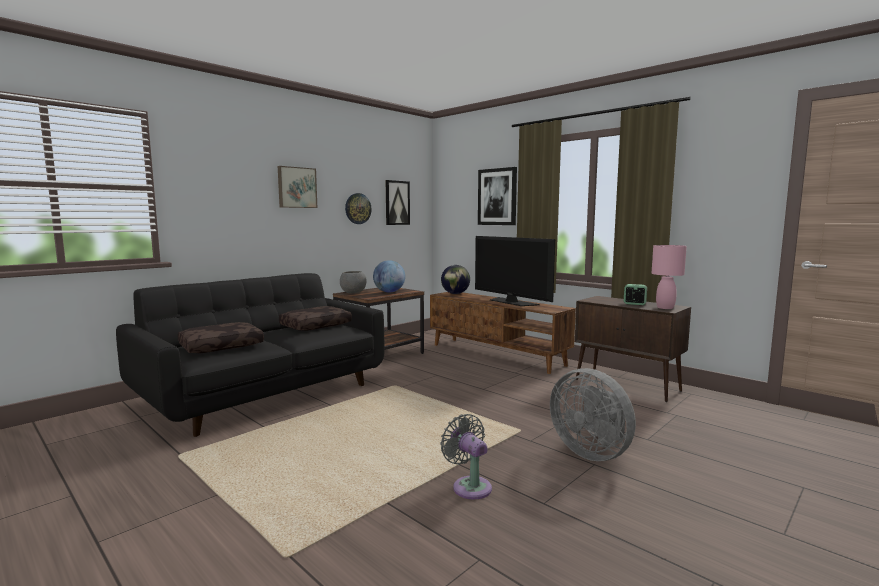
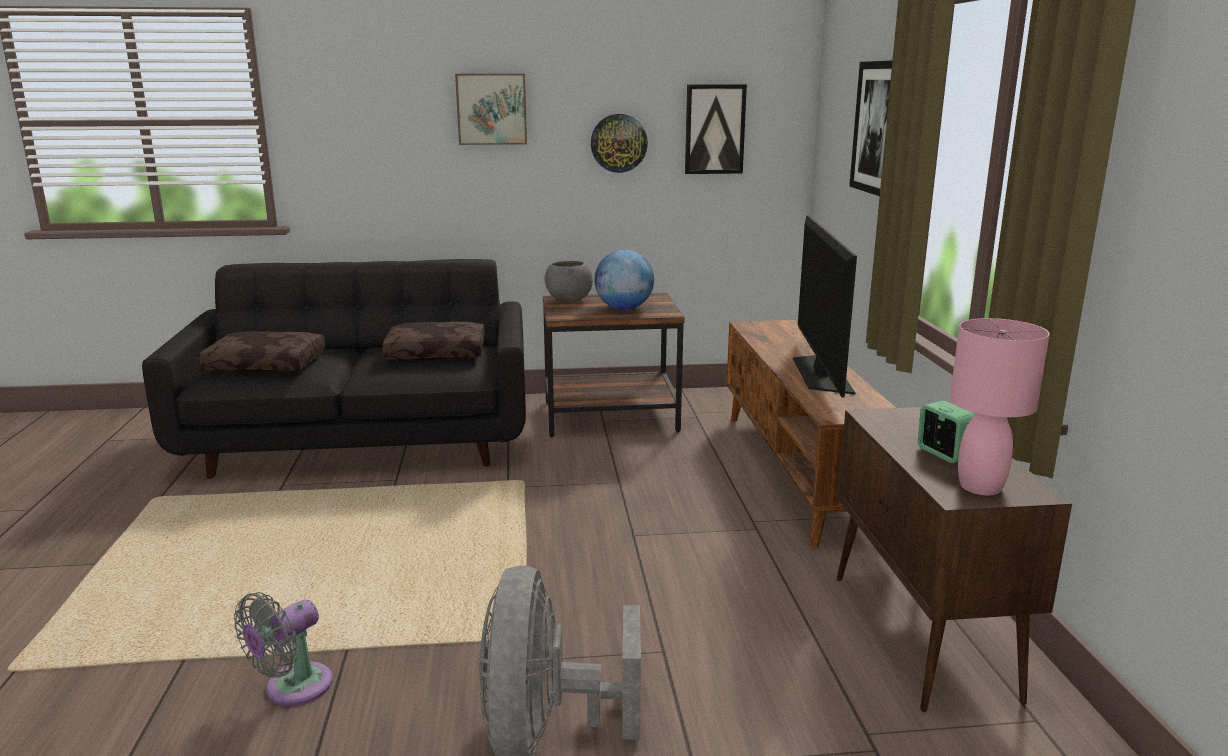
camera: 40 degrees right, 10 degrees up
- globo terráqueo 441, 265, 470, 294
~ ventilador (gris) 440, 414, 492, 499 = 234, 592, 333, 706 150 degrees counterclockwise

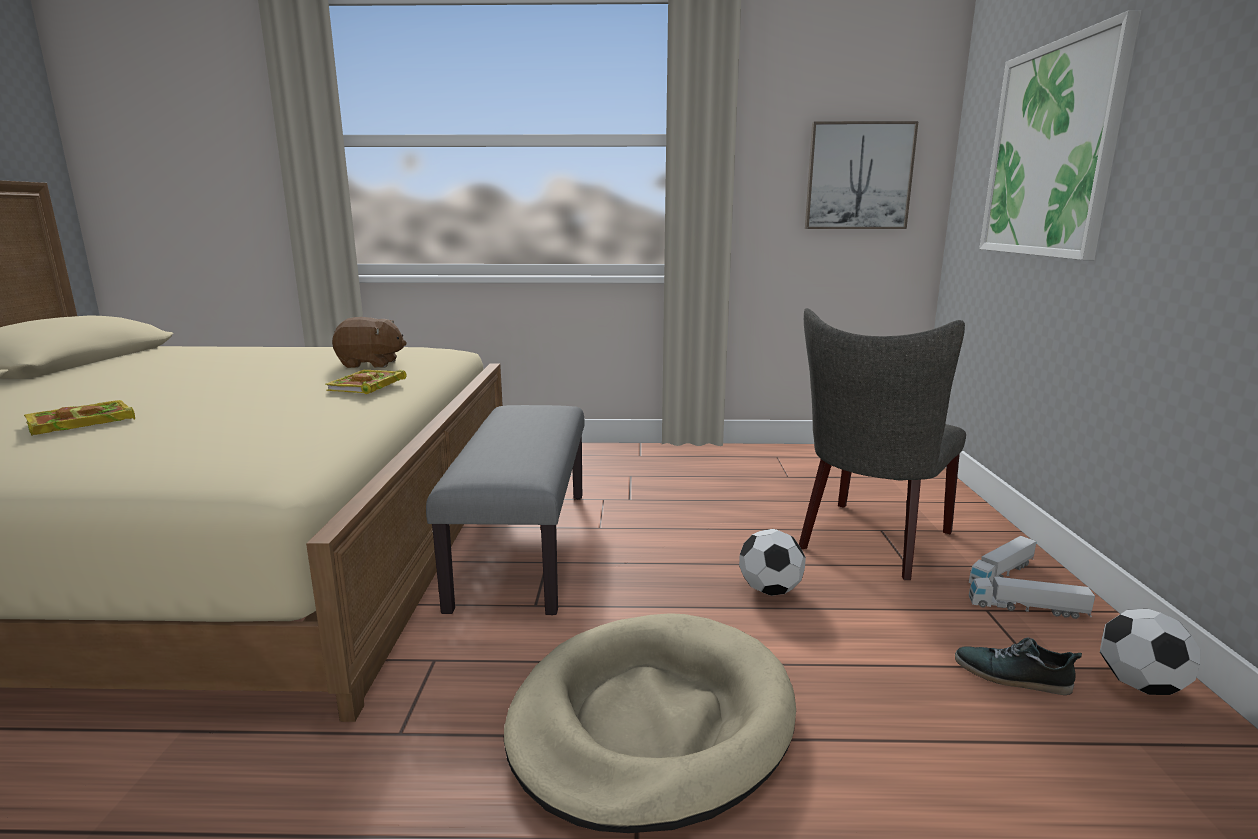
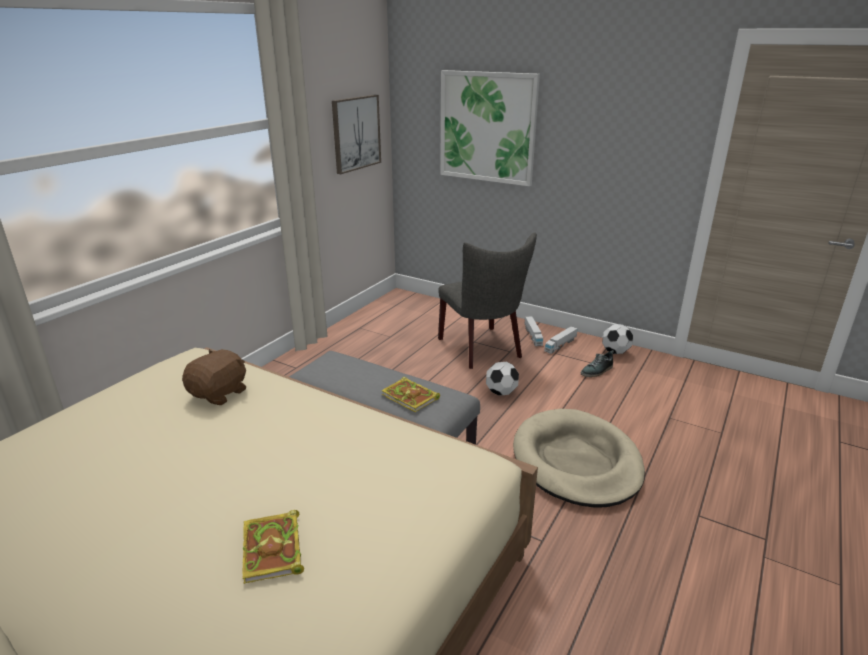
camera: 60 degrees left, 10 degrees up
~ libro 326, 370, 407, 394 to 382, 377, 440, 412

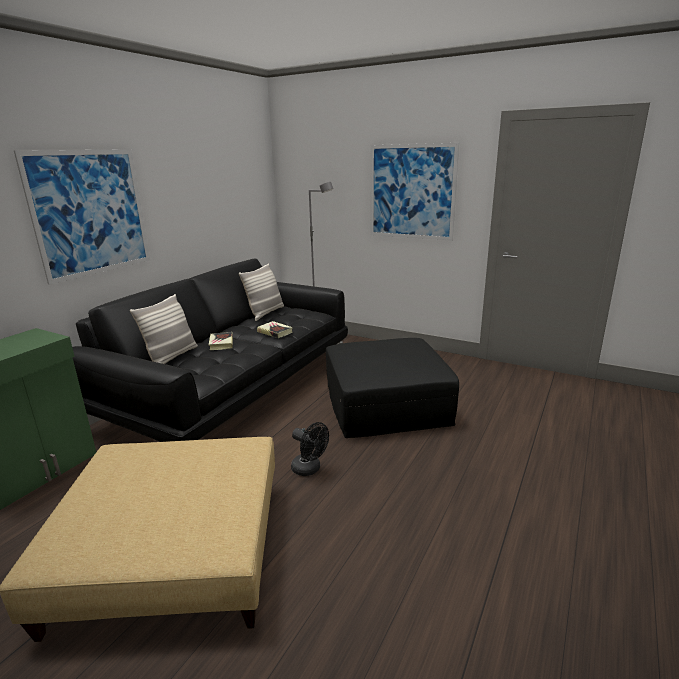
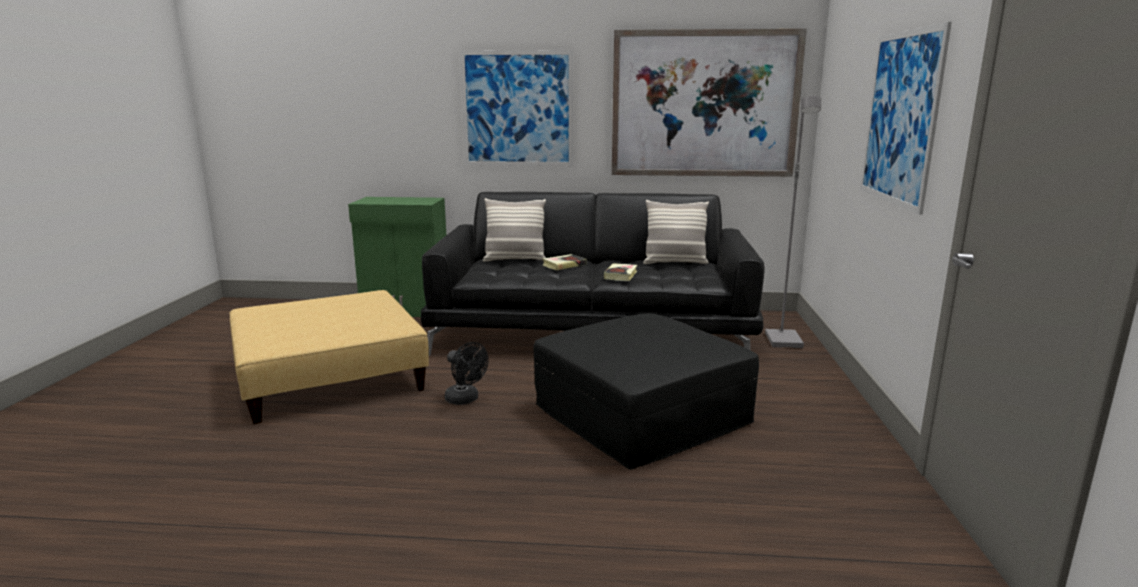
camera: 65 degrees right, 5 degrees down
~ ventilador (negro) 291, 422, 329, 476 = 445, 342, 489, 405 60 degrees counterclockwise
+ cuadro 612, 29, 807, 177

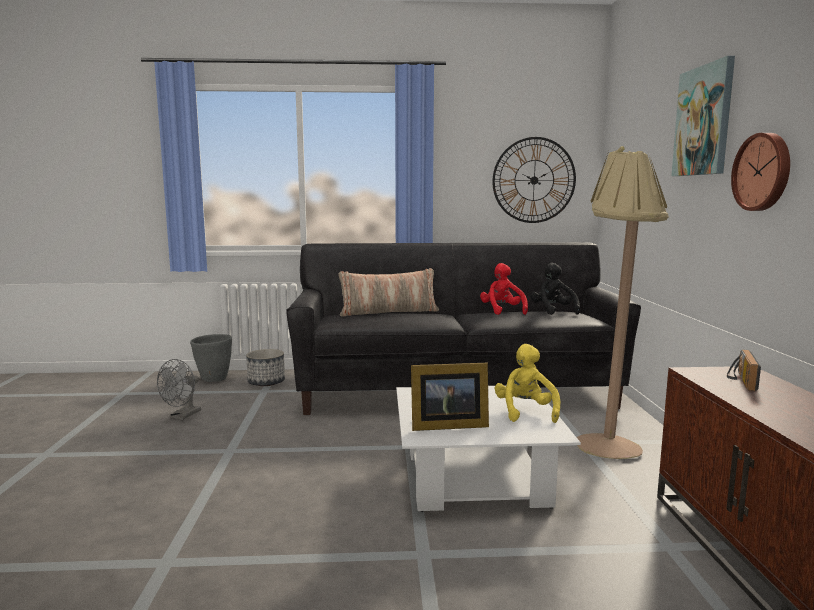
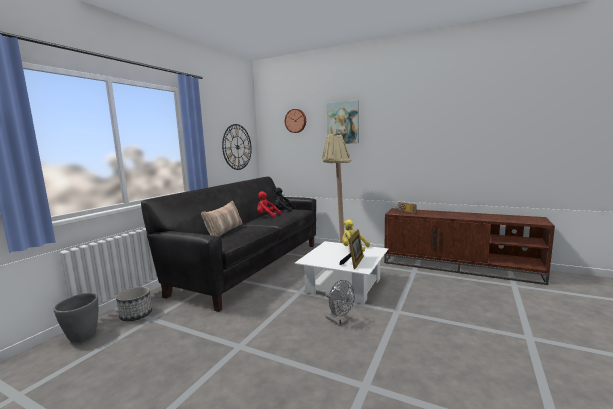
camera: 60 degrees left, 0 degrees up
~ reloj de pared 731, 133, 790, 211 to 285, 109, 306, 133
~ ventilador (gris) 157, 359, 201, 420 to 325, 280, 355, 326

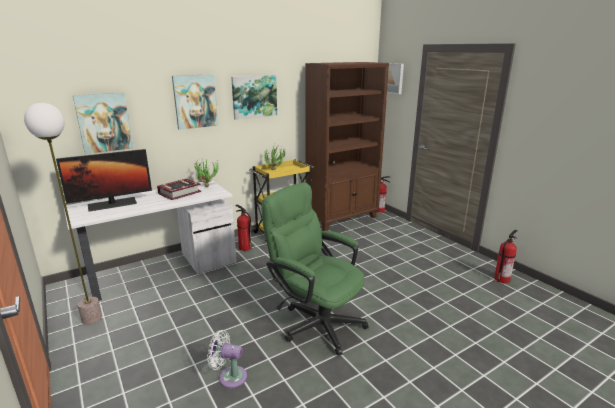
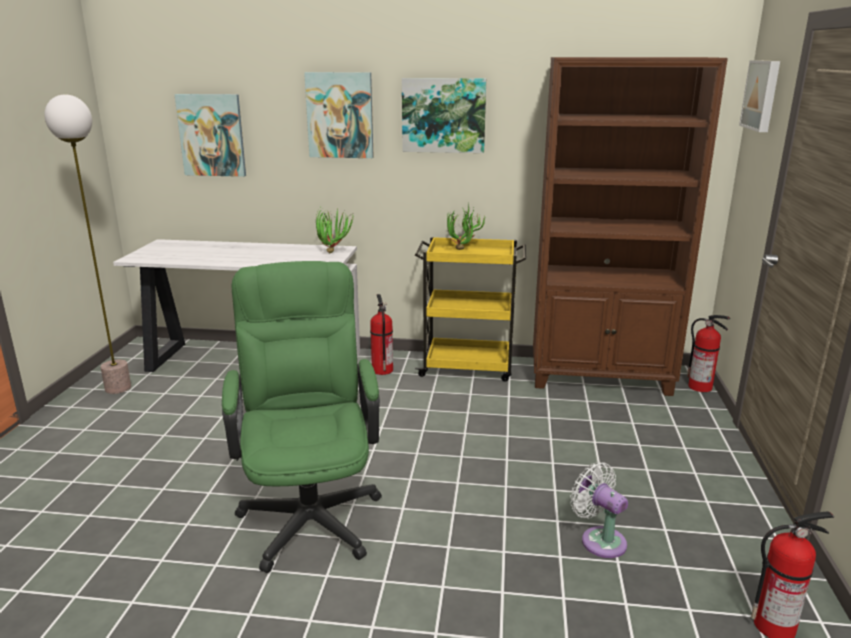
camera: 40 degrees right, 0 degrees up
- monitor 56, 149, 152, 212
- libro 157, 179, 201, 200
~ ventilador (blanco) 207, 330, 247, 389 to 570, 462, 628, 558

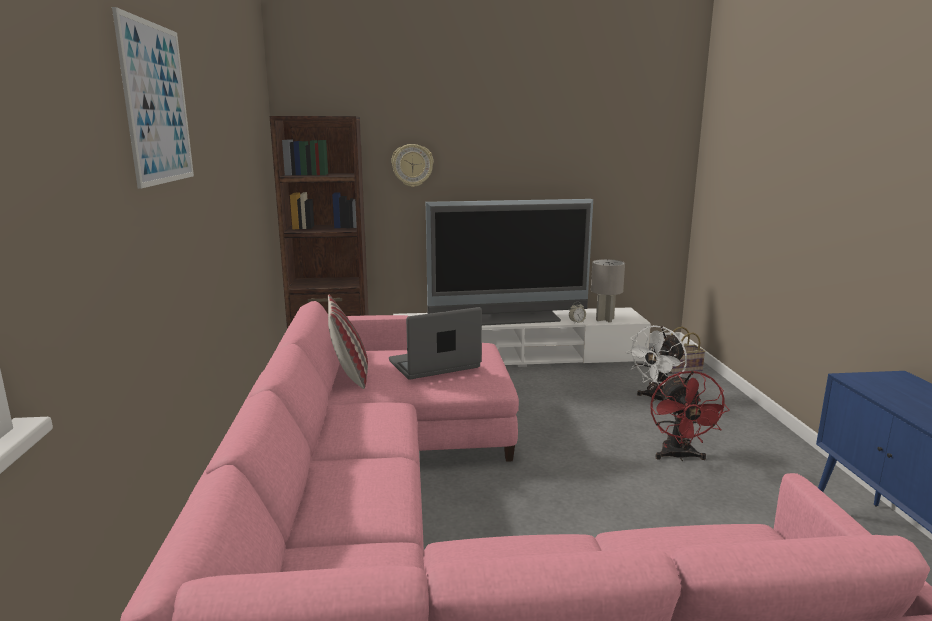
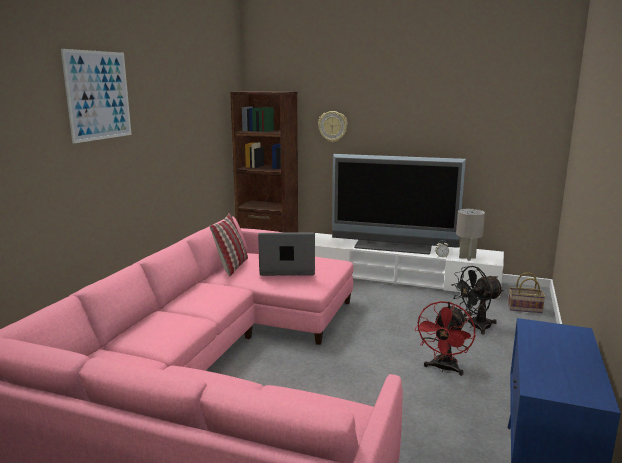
camera: 25 degrees right, 0 degrees up
~ ventilador (blanco) 626, 325, 687, 402 to ventilador (negro) 452, 266, 504, 335

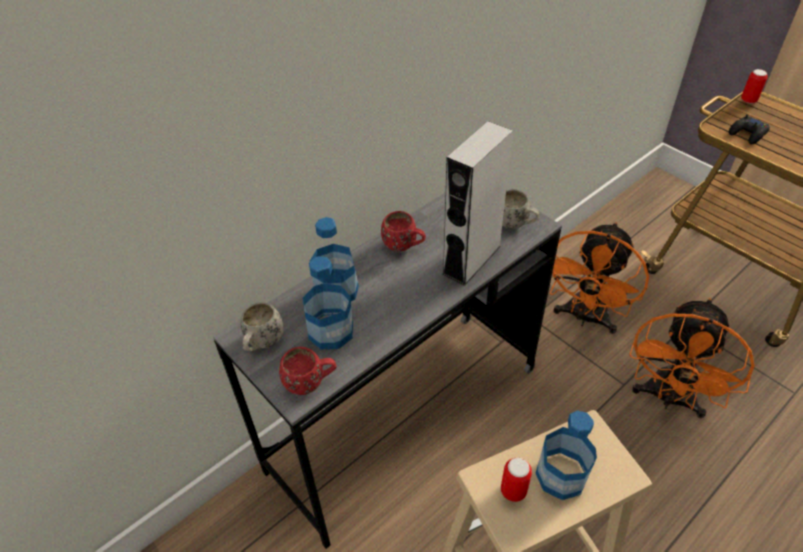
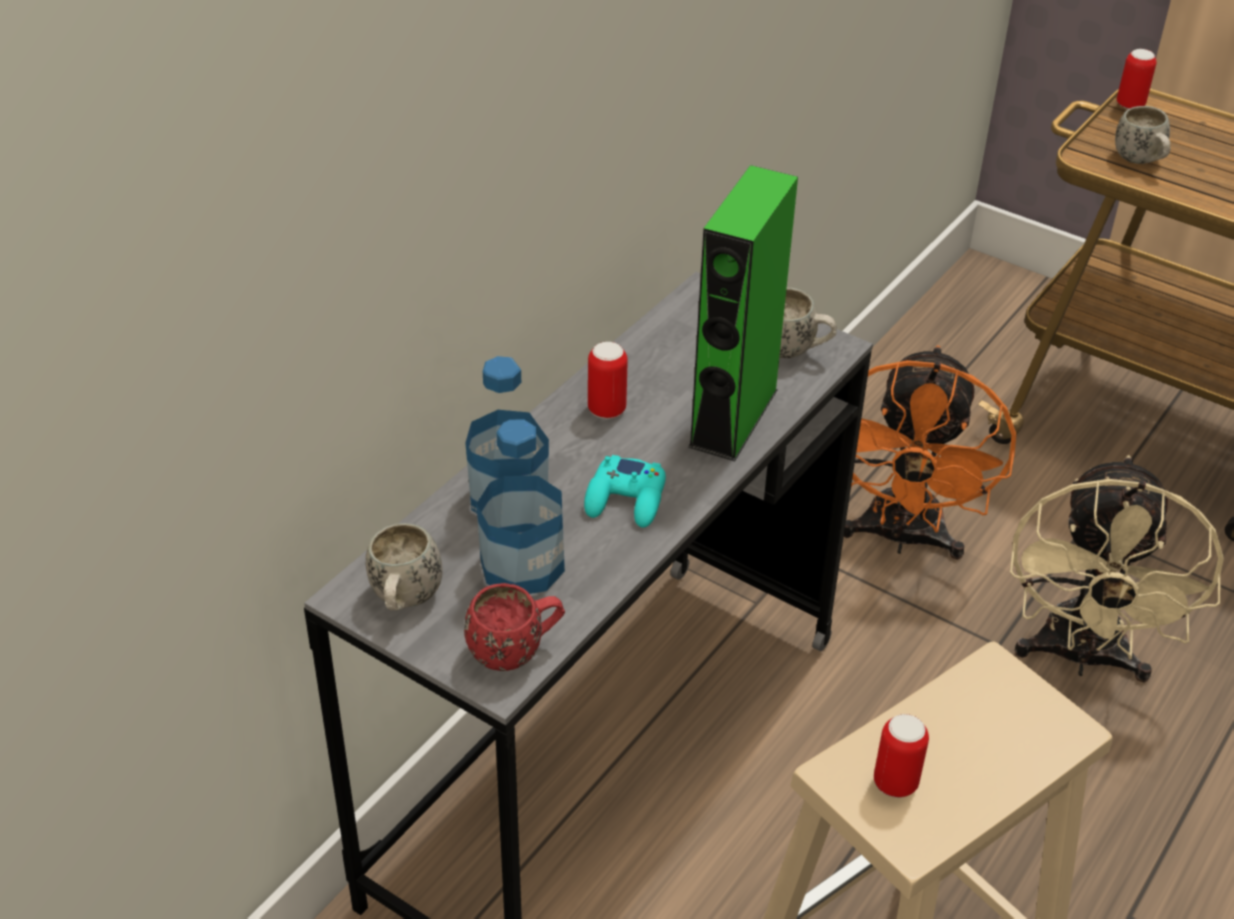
camera: 15 degrees left, 5 degrees down
~ mando de consola (negro) 729, 114, 770, 144 to taza grande (blanco) 1115, 106, 1171, 164
~ altavoz (gris) 442, 121, 513, 286 to altavoz (verde) 688, 165, 798, 461
~ taza grande (rojo) 381, 211, 426, 252 to lata 588, 342, 628, 419
~ ventilador (naranja) 629, 298, 755, 419 to ventilador (beis) 1010, 455, 1223, 683
- botella 535, 410, 597, 500
+ mando de consola (turquesa) 584, 455, 666, 528

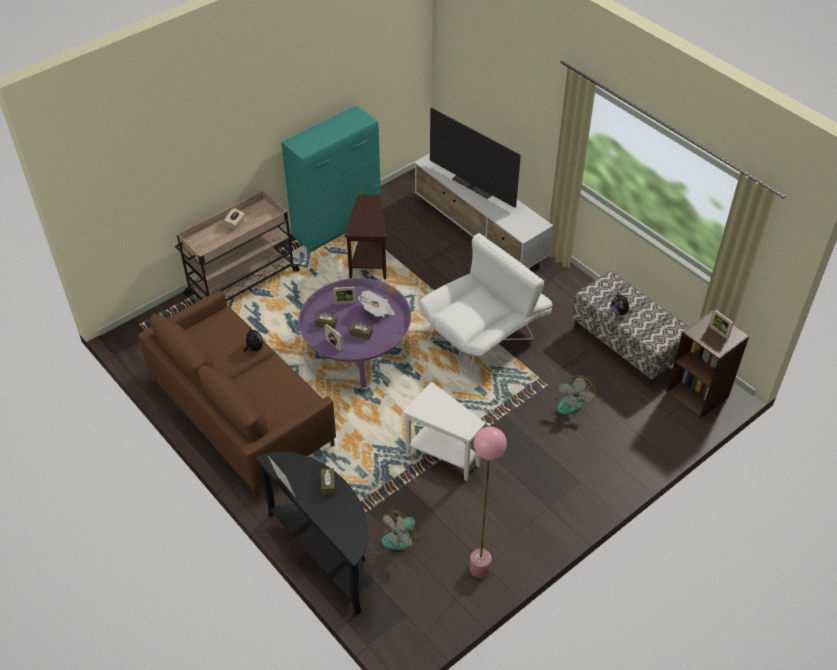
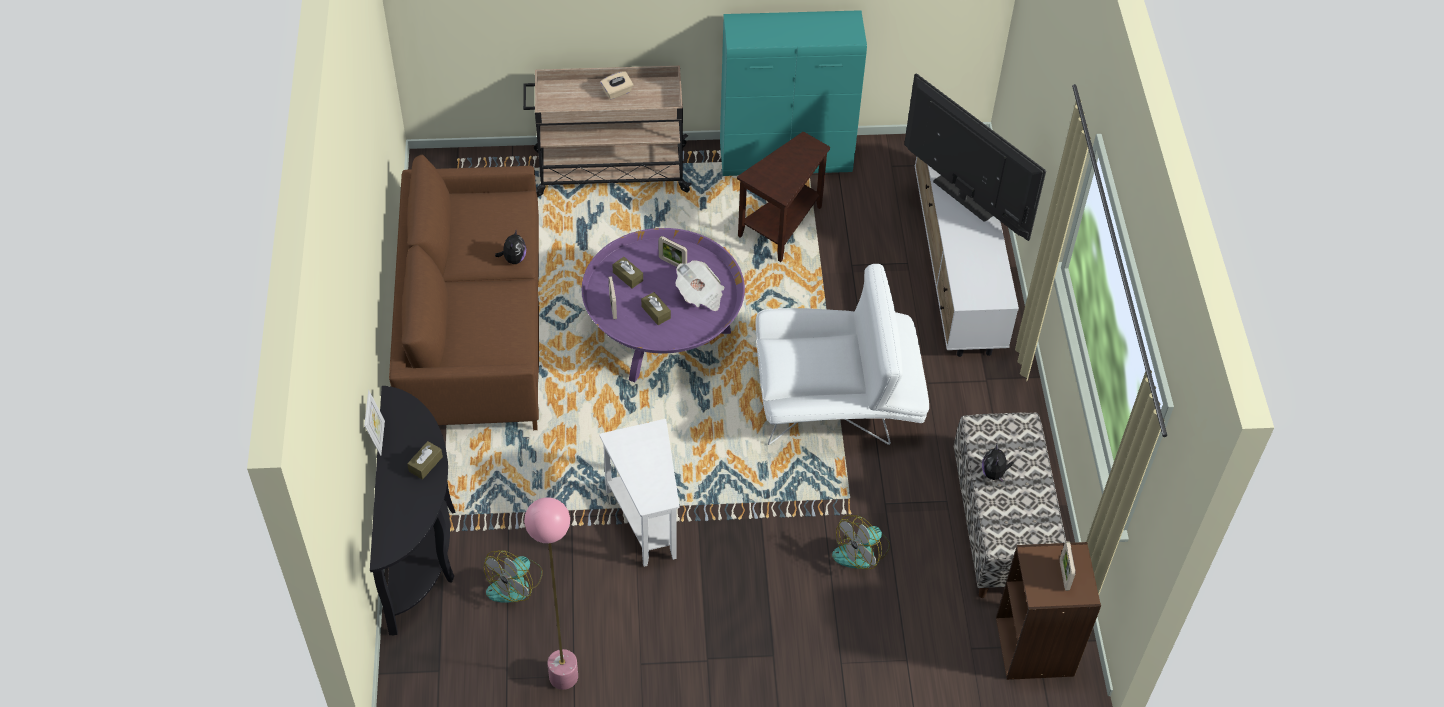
camera: 35 degrees right, 5 degrees up
~ televisor 430, 108, 521, 208 = 904, 73, 1046, 241 150 degrees clockwise
~ ventilador 381, 511, 423, 550 = 484, 550, 543, 603 45 degrees counterclockwise

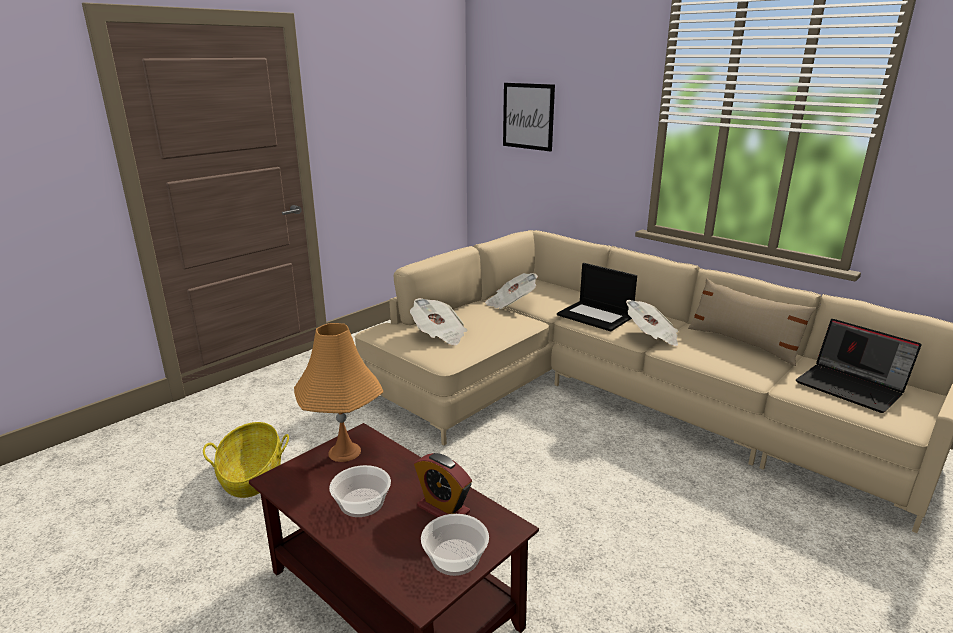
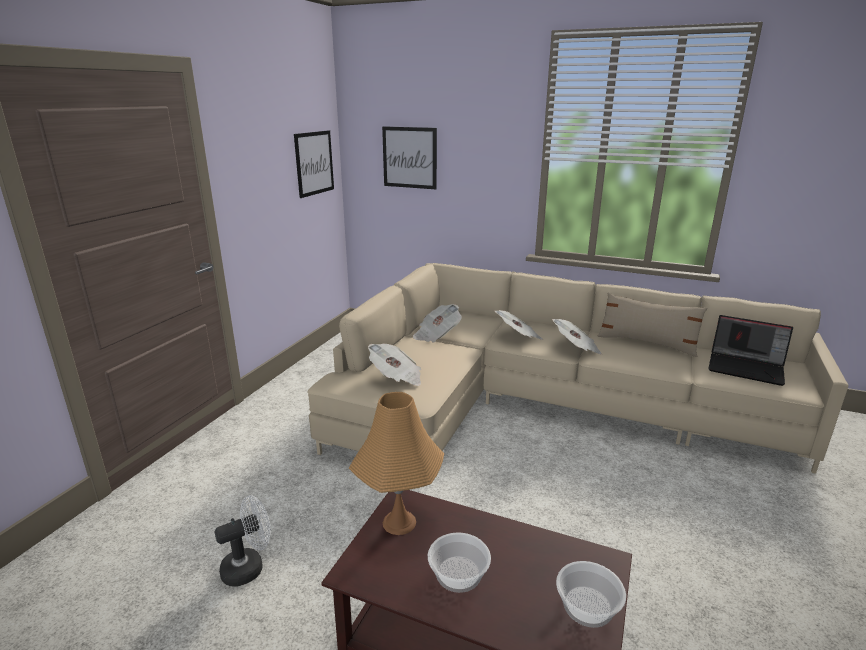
camera: 20 degrees left, 0 degrees up
~ portátil 557, 263, 637, 332 to periódico 495, 310, 543, 340
~ cesta 203, 422, 289, 498 to ventilador (blanco) 215, 495, 271, 586
- despertador 414, 453, 472, 517
+ cuadro 294, 130, 334, 198

